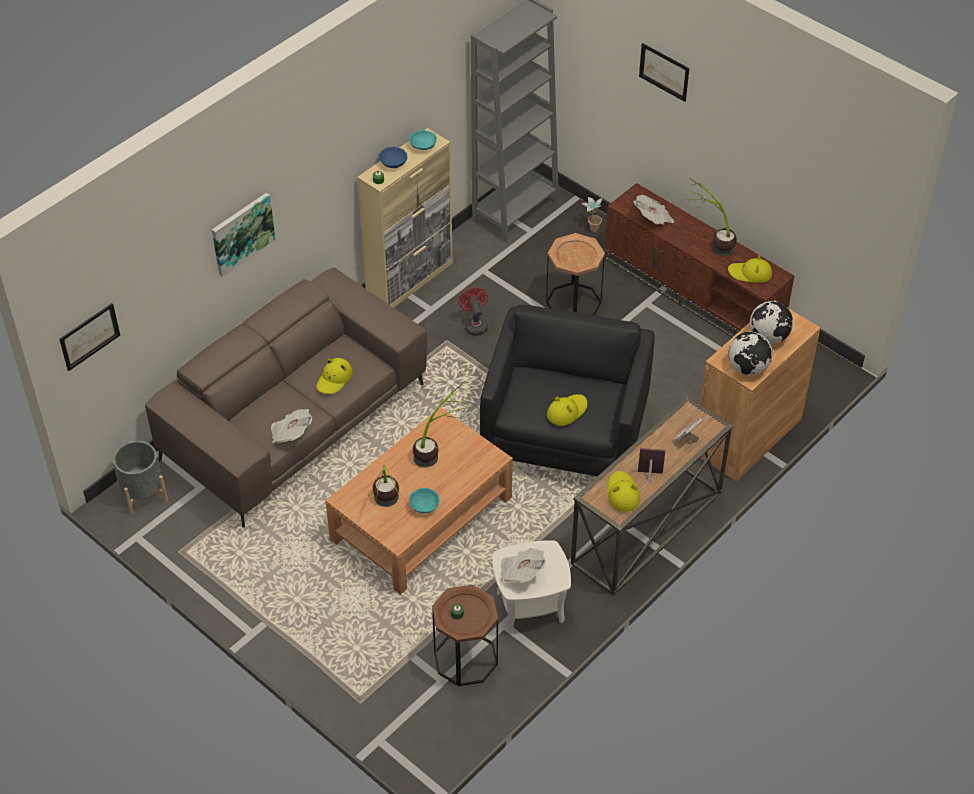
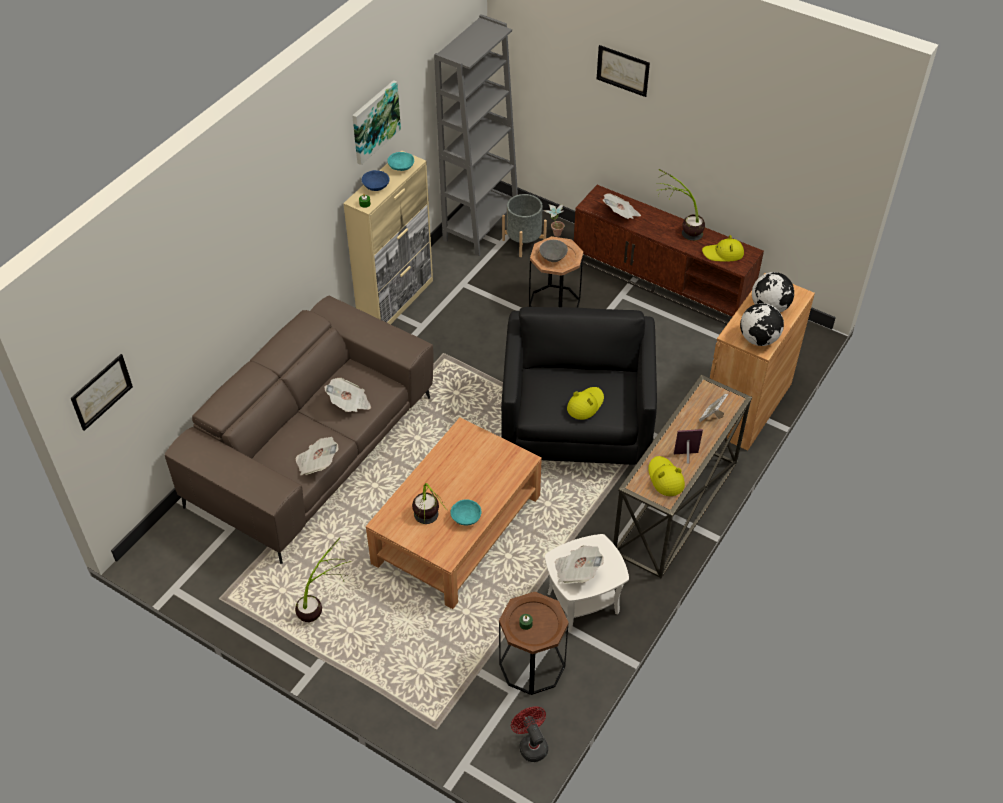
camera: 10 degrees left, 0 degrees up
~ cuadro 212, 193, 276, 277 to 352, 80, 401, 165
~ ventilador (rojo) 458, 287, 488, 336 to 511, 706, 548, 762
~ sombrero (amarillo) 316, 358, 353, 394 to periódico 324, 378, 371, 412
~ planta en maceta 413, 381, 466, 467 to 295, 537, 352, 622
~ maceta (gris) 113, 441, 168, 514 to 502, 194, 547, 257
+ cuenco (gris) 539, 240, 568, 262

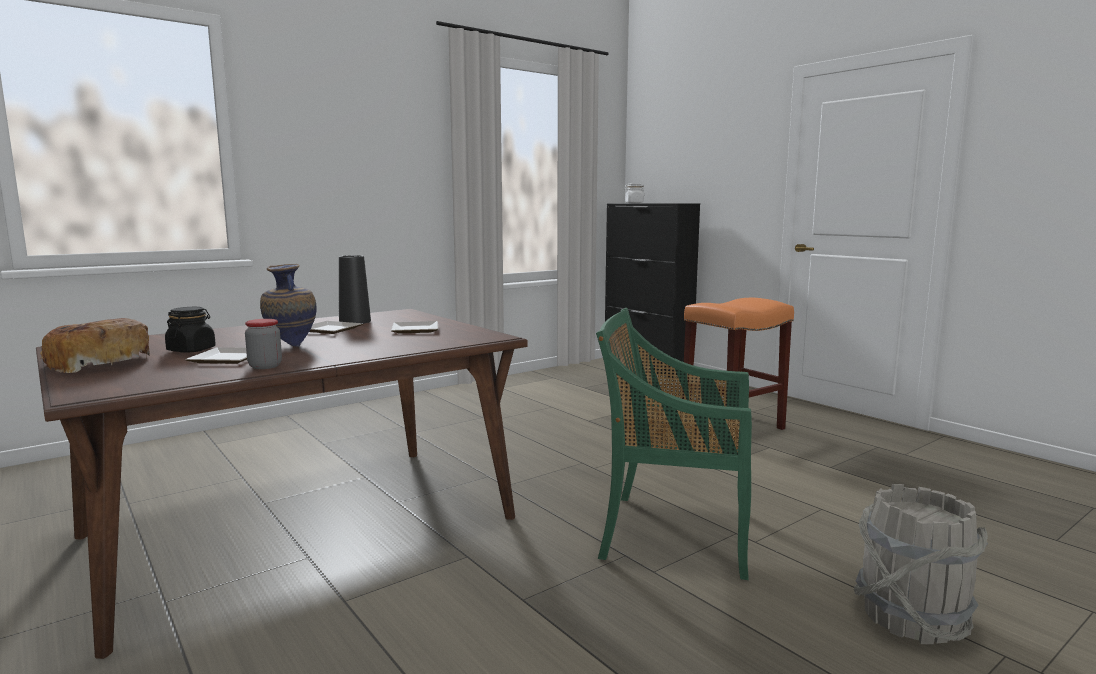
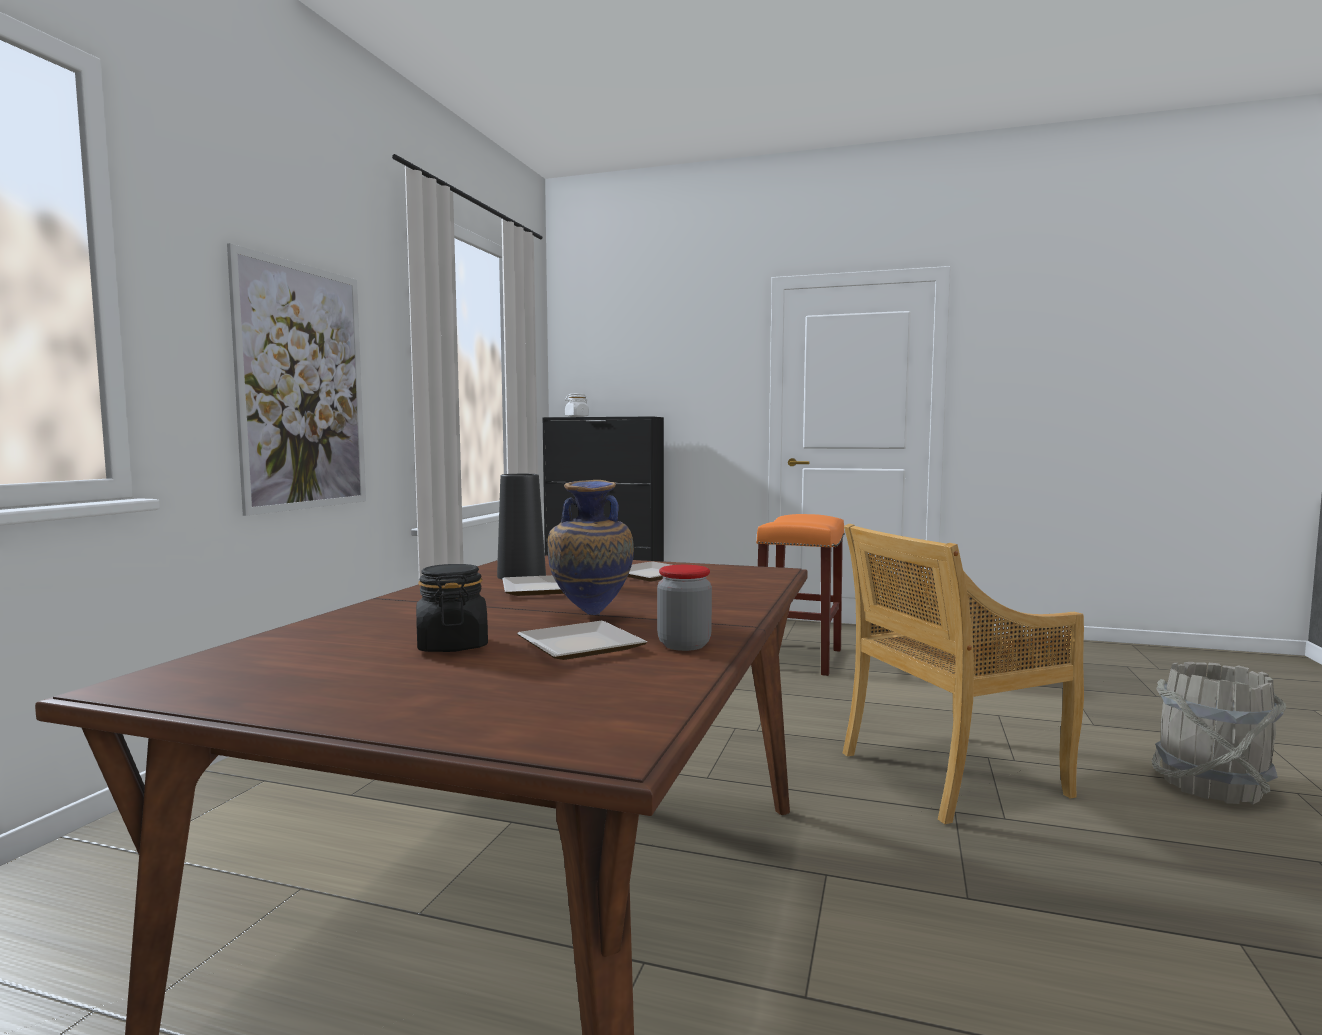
camera: 35 degrees left, 5 degrees down
~ silla (verde) 596, 308, 752, 580 to silla (beis) 843, 524, 1084, 824
- pan 40, 318, 150, 373
+ cuadro 227, 243, 366, 516

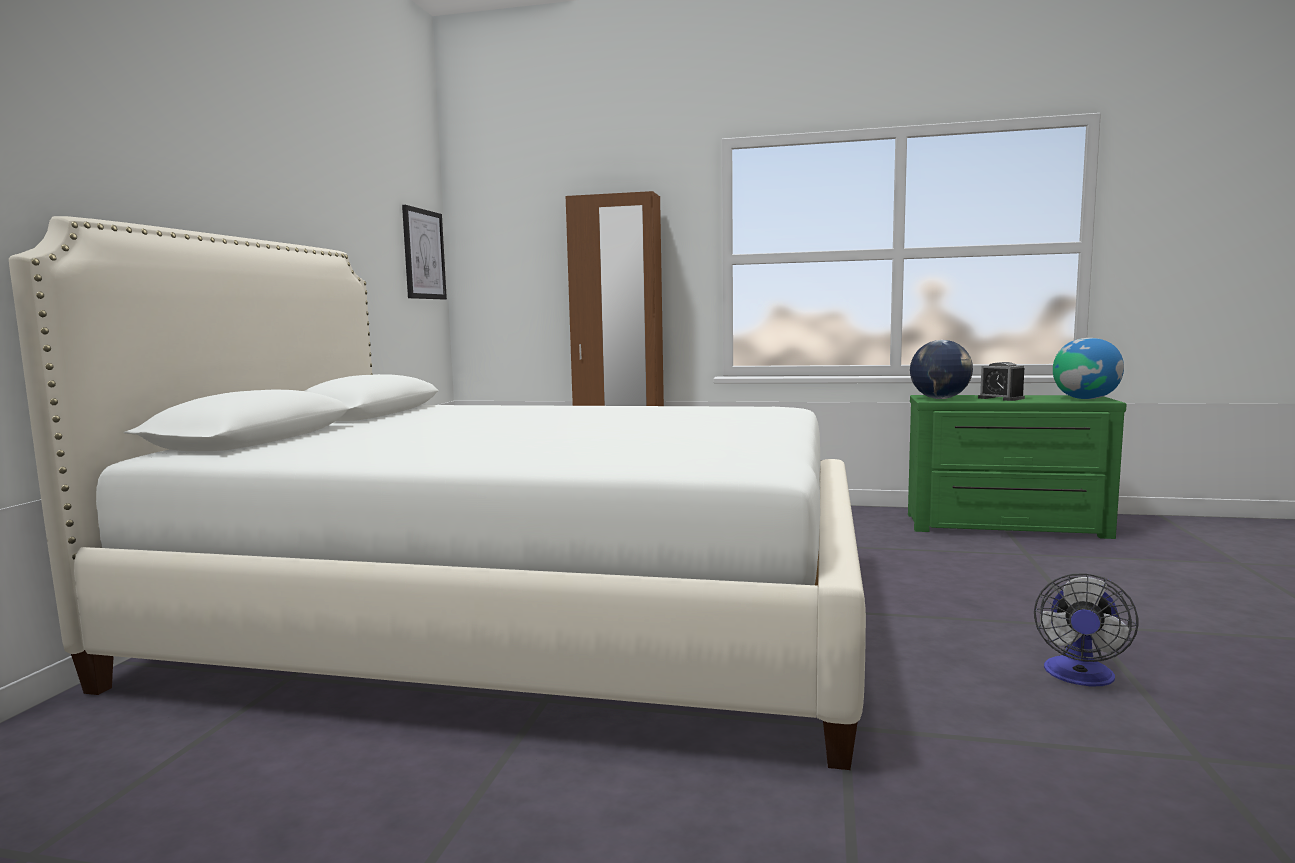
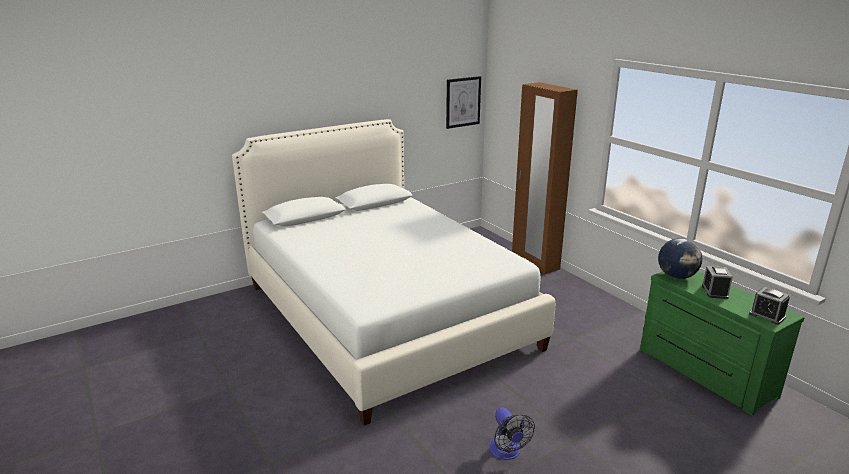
camera: 45 degrees right, 15 degrees up
~ globo terráqueo 1053, 338, 1124, 399 to despertador 749, 287, 790, 325
~ ventilador 1034, 573, 1139, 687 = 489, 407, 535, 460 90 degrees counterclockwise

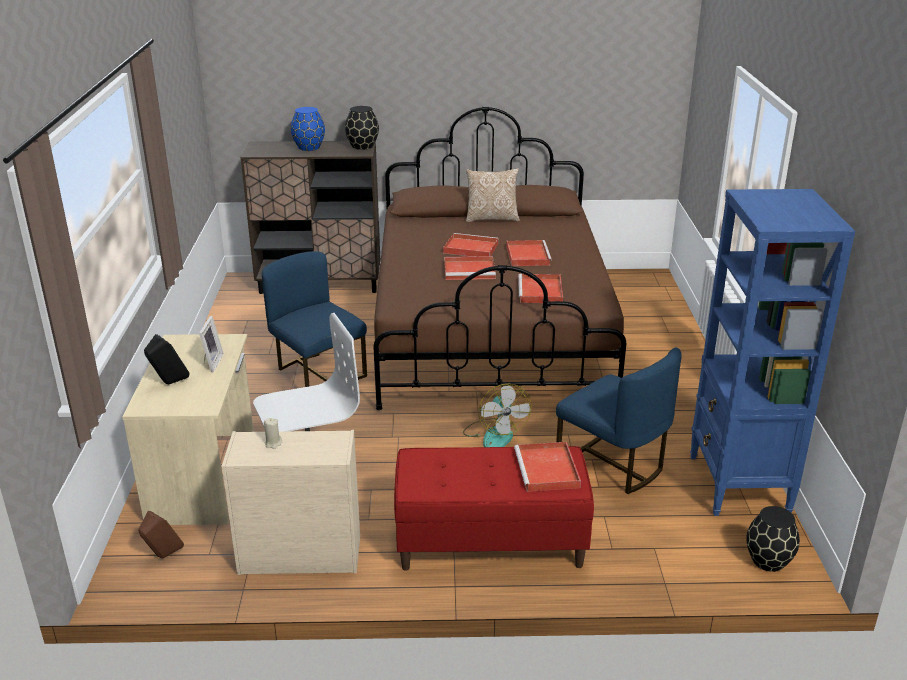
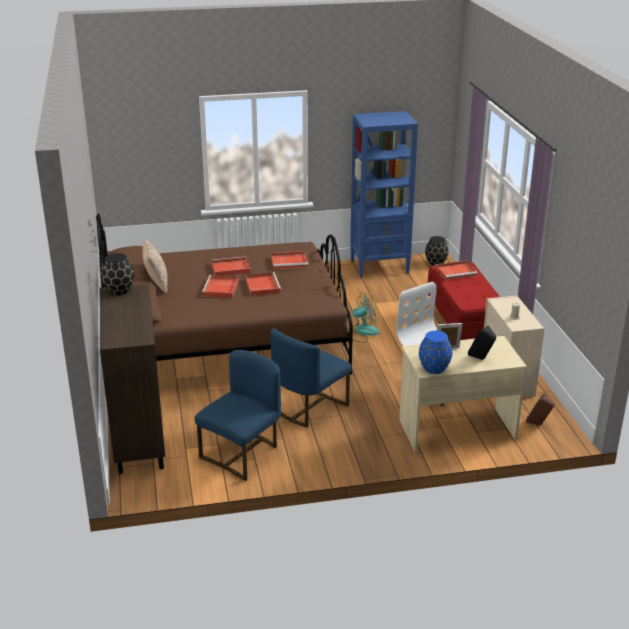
camera: 100 degrees left, 0 degrees up
~ florero (azul) 291, 107, 325, 151 to 419, 331, 452, 374
~ silla (azul) 556, 348, 682, 494 to 195, 350, 281, 481

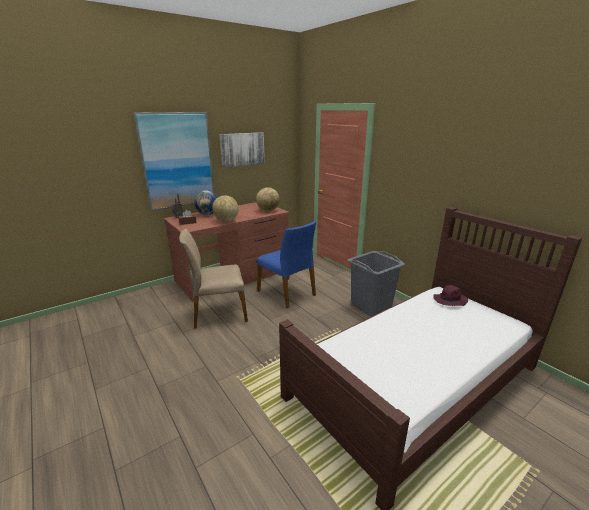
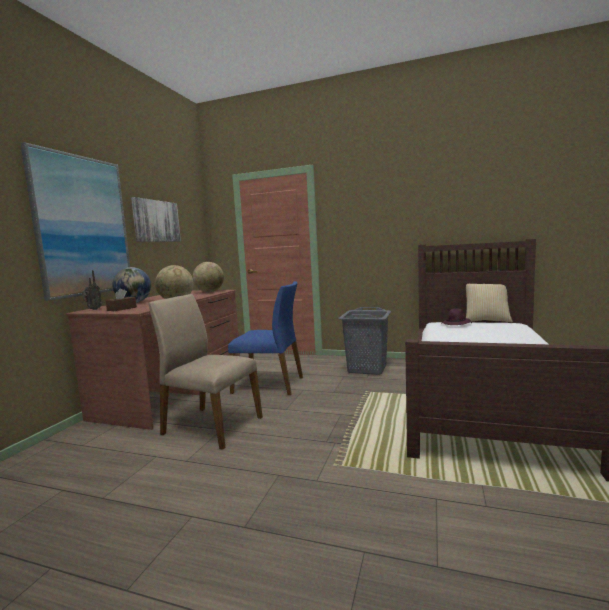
camera: 35 degrees left, 15 degrees down
~ silla (beis) 179, 229, 248, 329 = 149, 294, 263, 450 75 degrees clockwise
+ cojín 466, 284, 513, 323

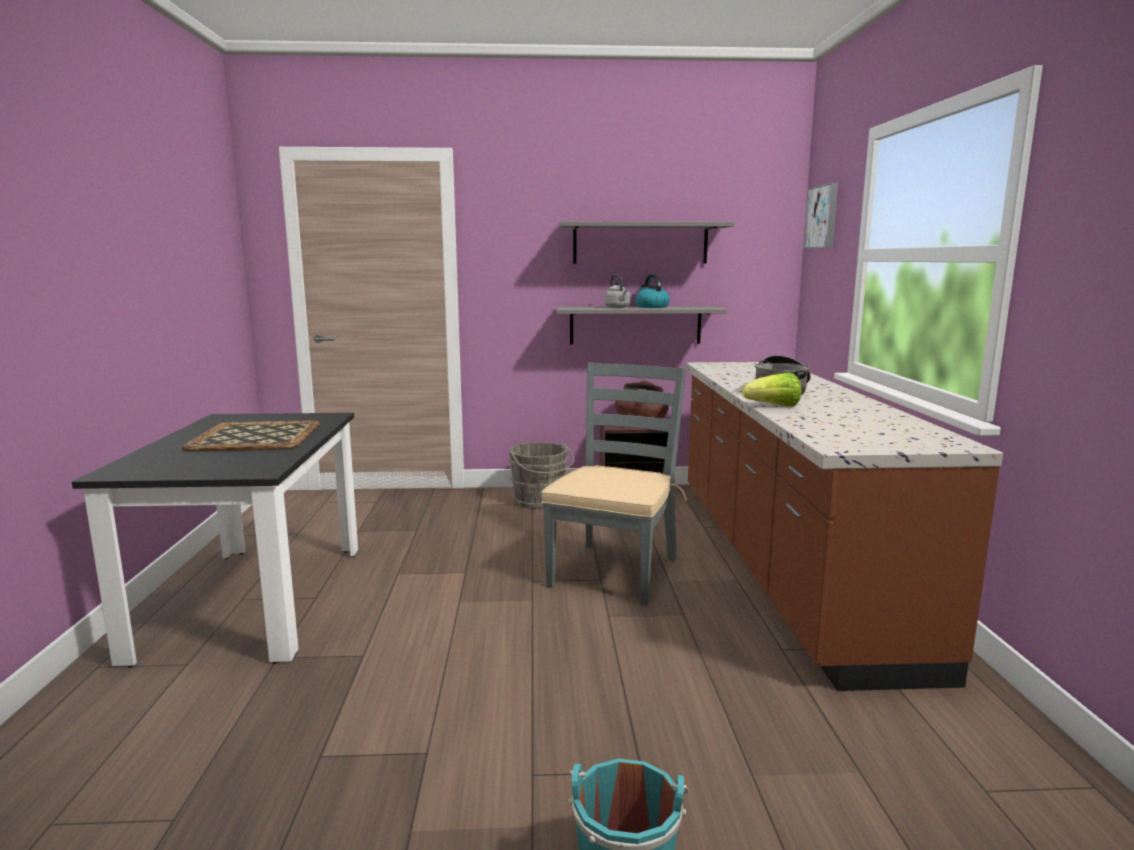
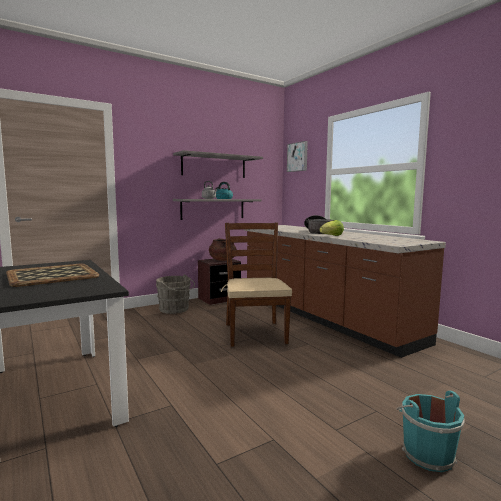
camera: 30 degrees left, 5 degrees down
~ silla (gris) 542, 362, 687, 605 to silla (marrón) 221, 223, 292, 347

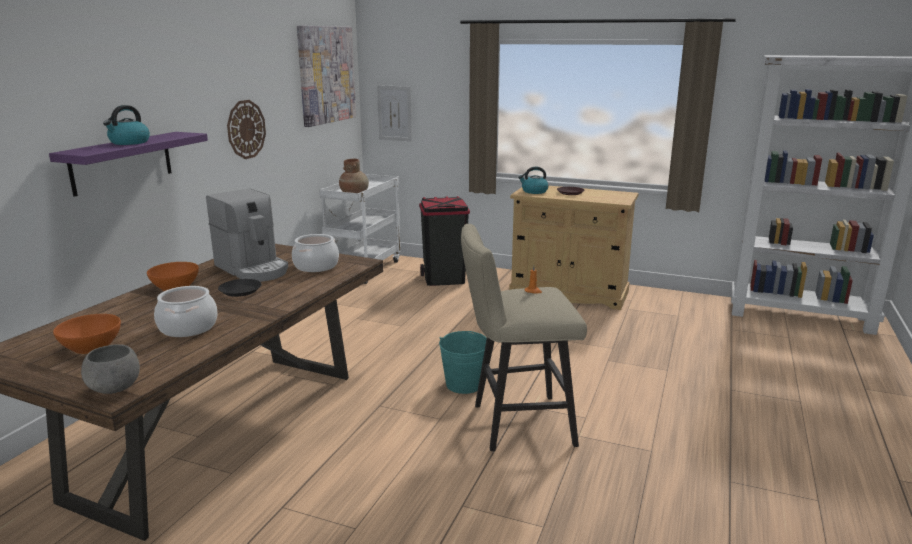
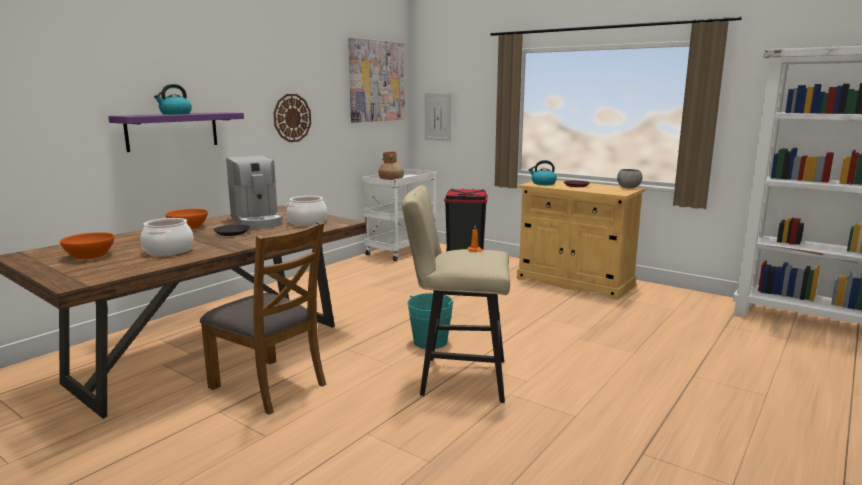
camera: 15 degrees right, 5 degrees down
~ cuenco (gris) 81, 344, 140, 394 to 617, 169, 642, 189
+ silla (marrón) 200, 221, 326, 415

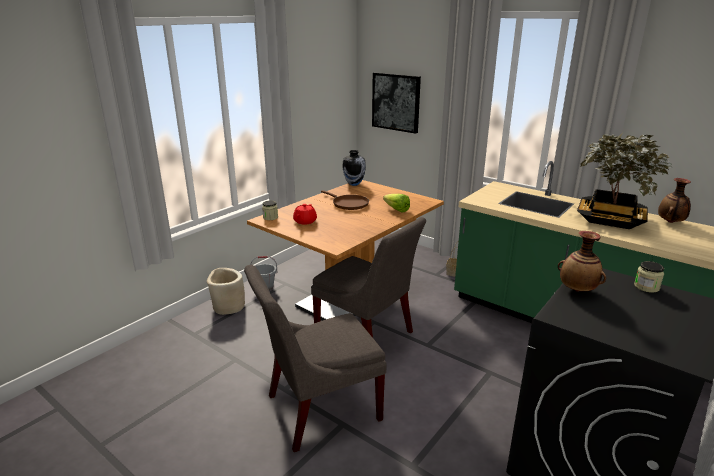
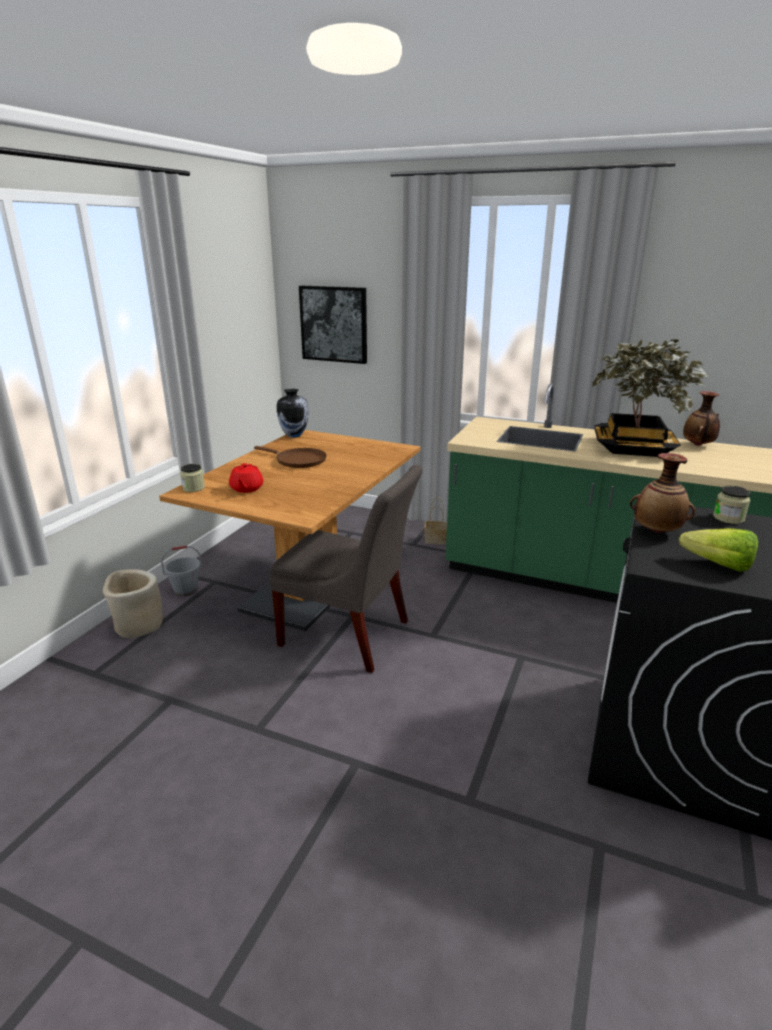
camera: 15 degrees left, 0 degrees up
~ lechuga 383, 194, 410, 213 to 679, 528, 758, 572
- silla (gris) 244, 265, 387, 452

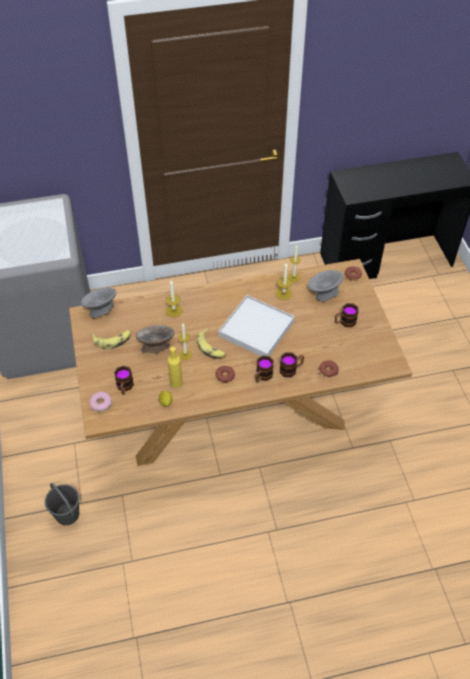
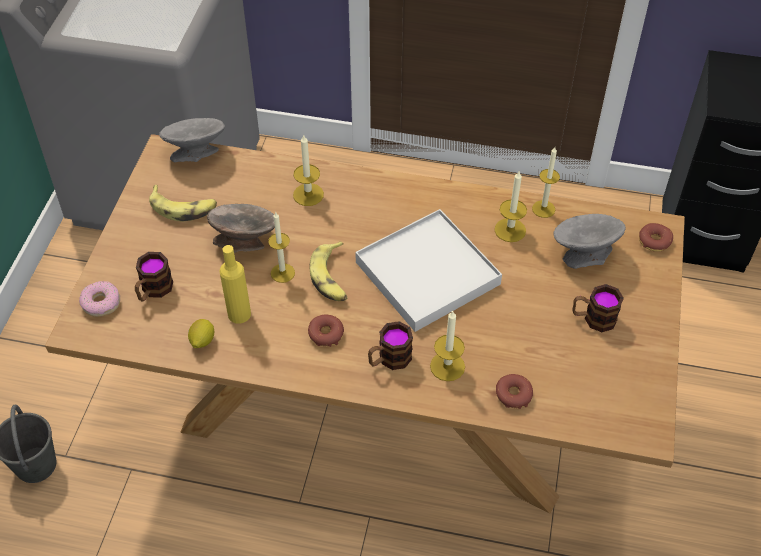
camera: 25 degrees right, 0 degrees up
~ taza grande 280, 352, 304, 377 to vela 430, 310, 465, 381

